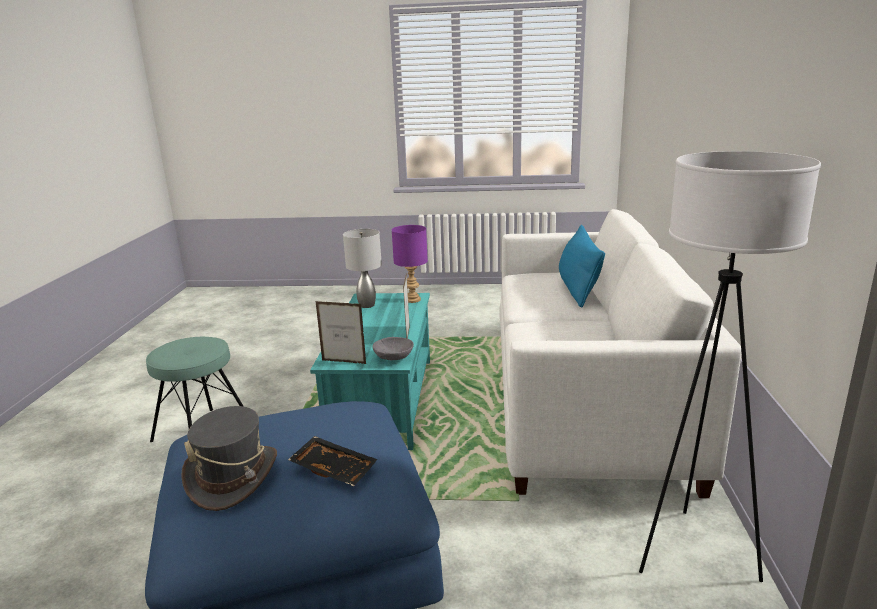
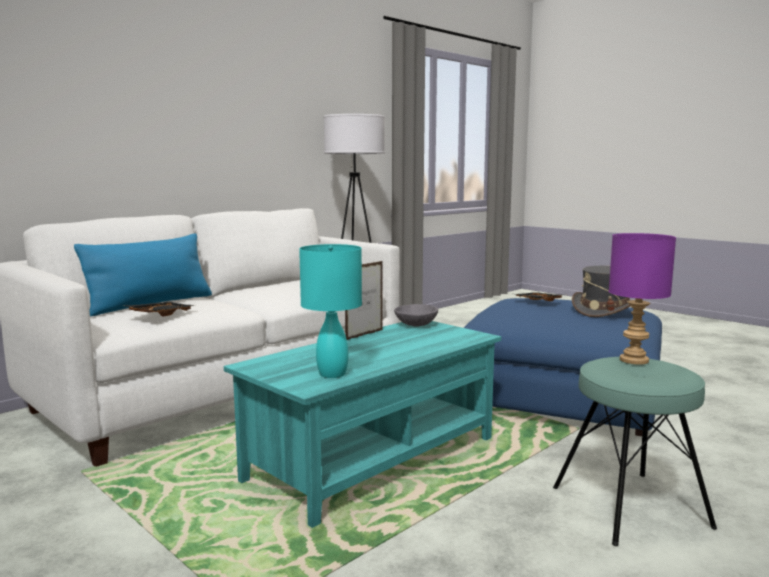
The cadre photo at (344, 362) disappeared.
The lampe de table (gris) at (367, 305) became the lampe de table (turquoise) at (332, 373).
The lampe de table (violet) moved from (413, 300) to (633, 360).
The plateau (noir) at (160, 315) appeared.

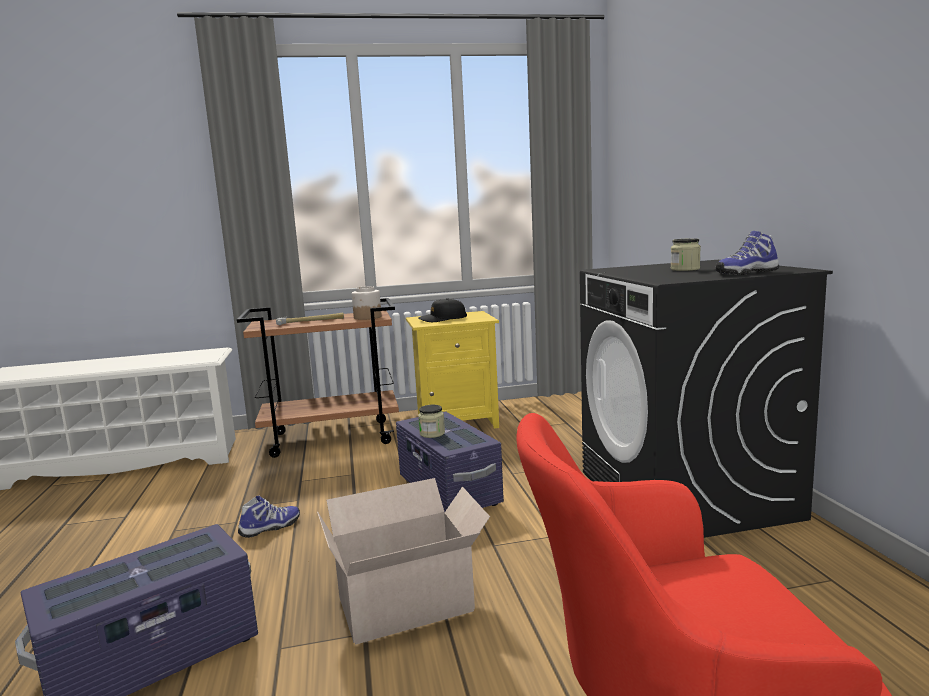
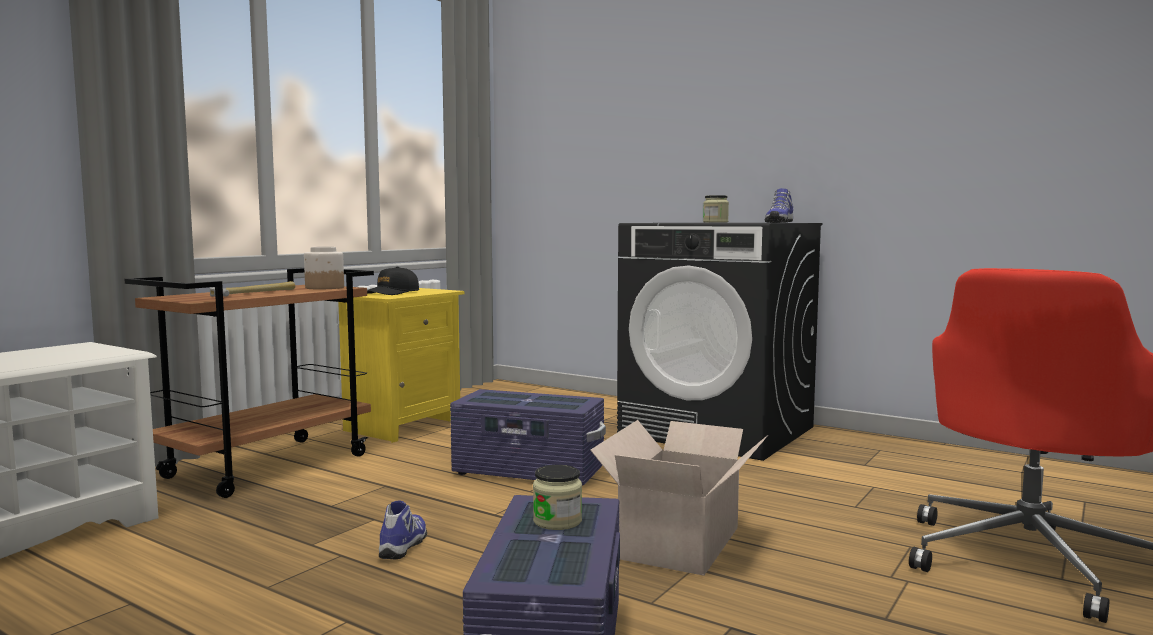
The bocal moved from (432, 433) to (557, 521).

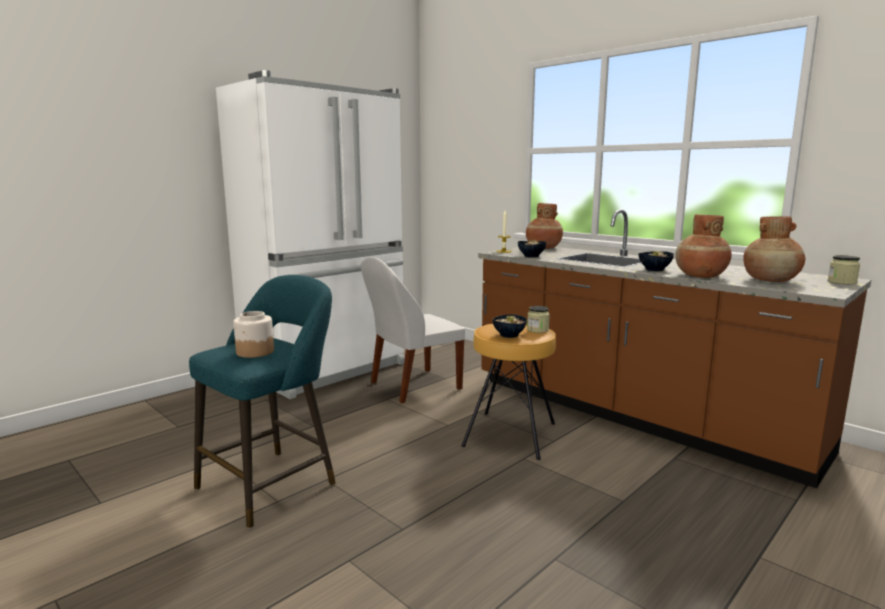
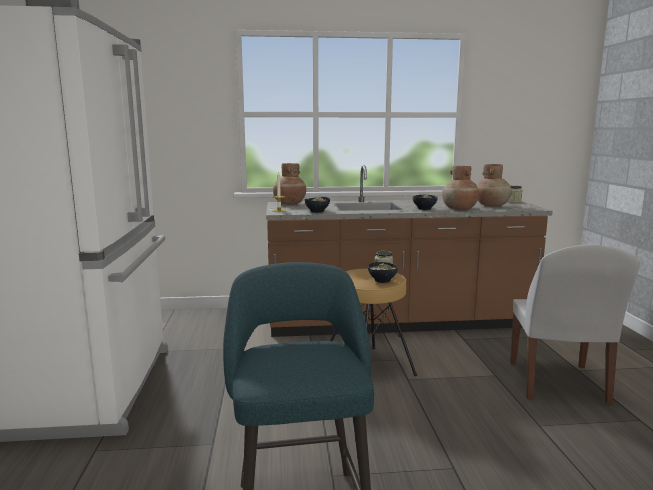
The bocal at (254, 352) disappeared.
The chaise (blanc) moved from (413, 386) to (557, 384).

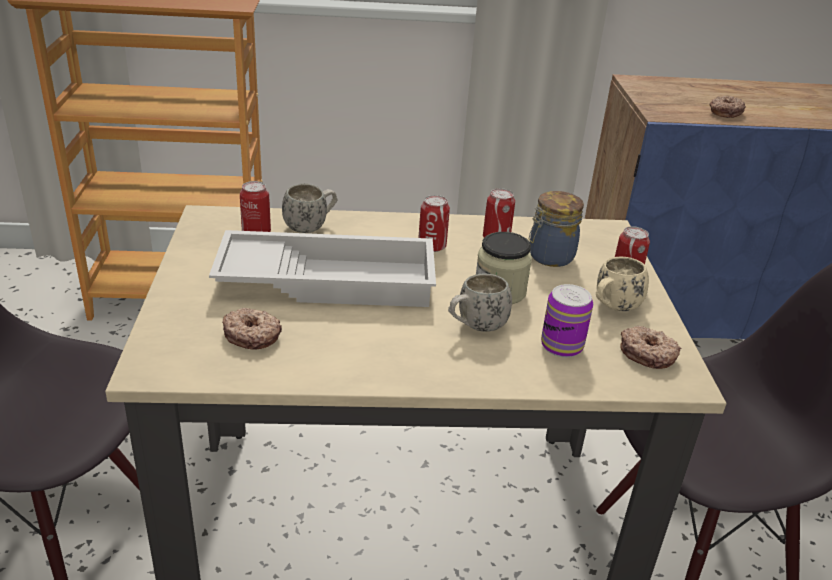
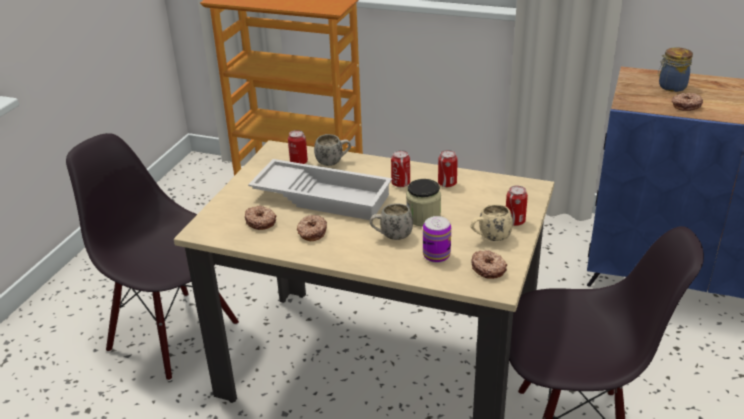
The bocal moved from (549, 257) to (671, 87).
The beignet at (311, 232) appeared.

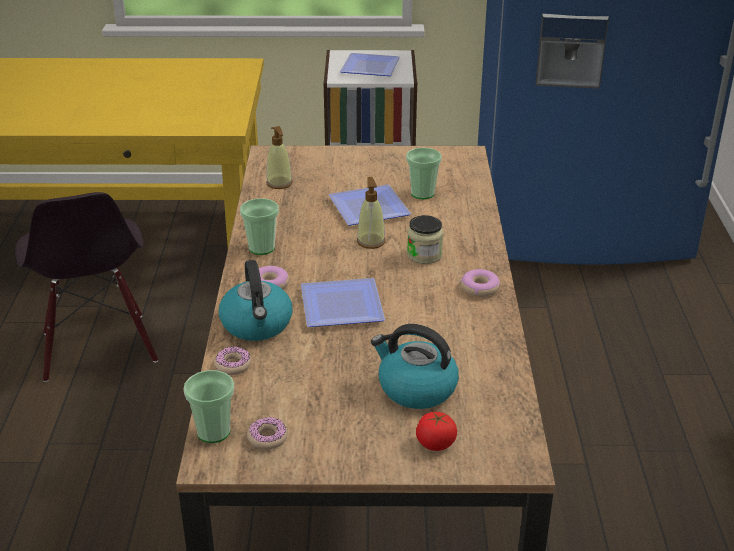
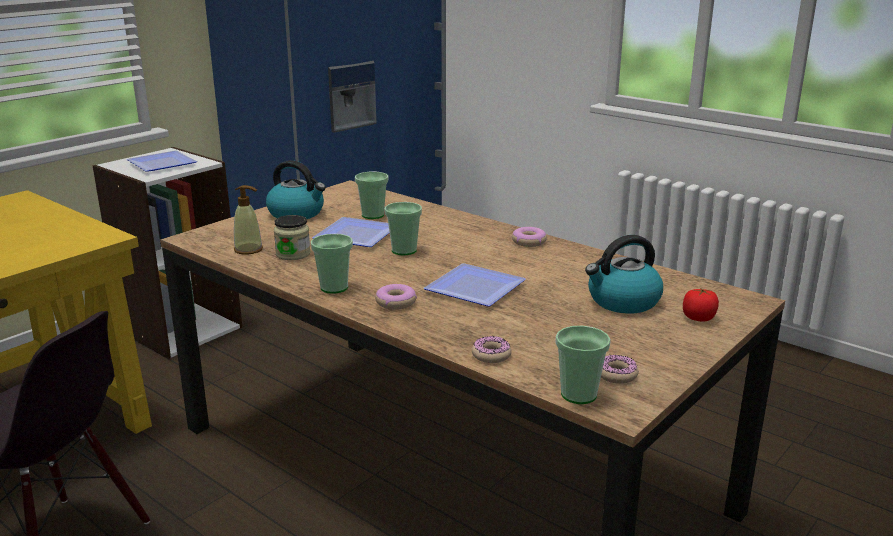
The bouilloire moved from (257, 325) to (297, 213).
The distributeur de savon at (371, 241) was replaced by the tasse at (404, 250).
The bocal moved from (424, 255) to (293, 254).

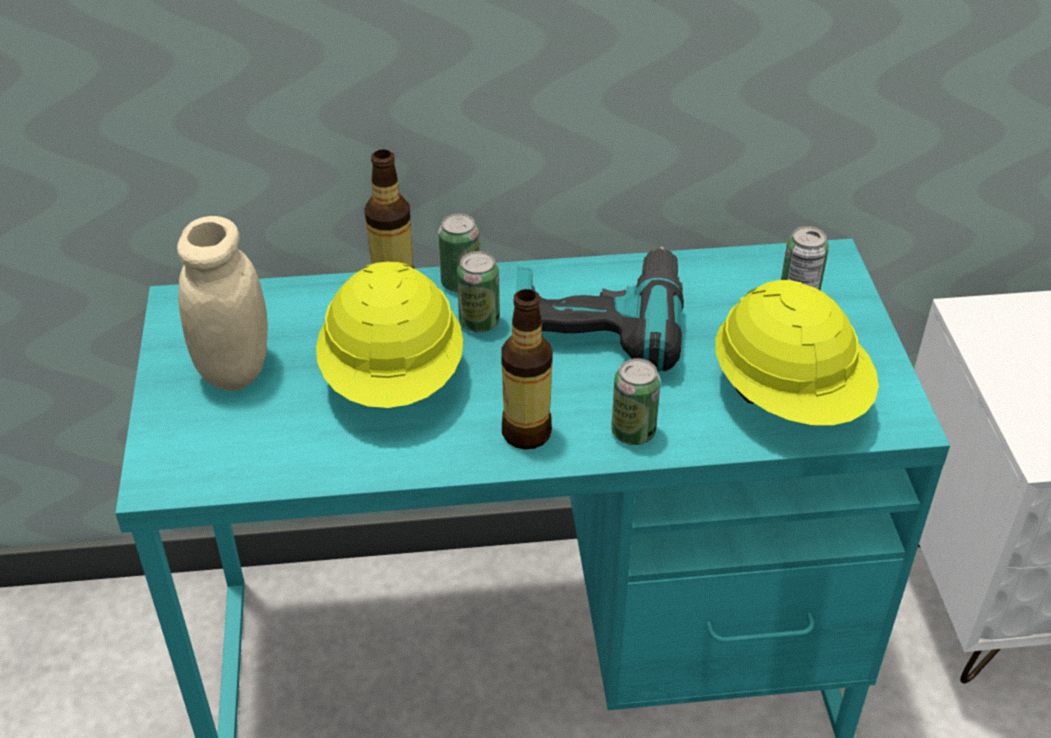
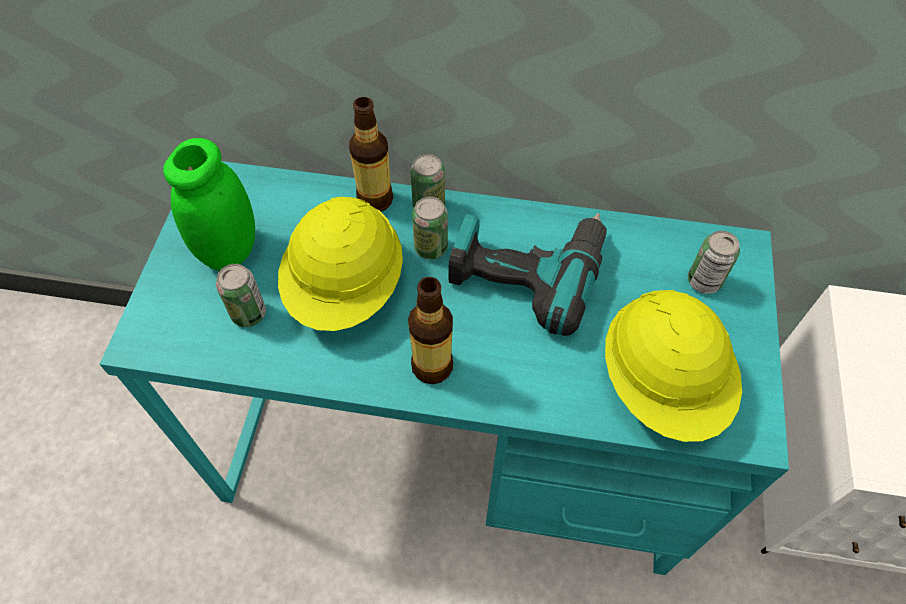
The bocal (beige) at (235, 369) became the bocal (vert) at (230, 250).
The boîte métallique moved from (633, 432) to (249, 314).

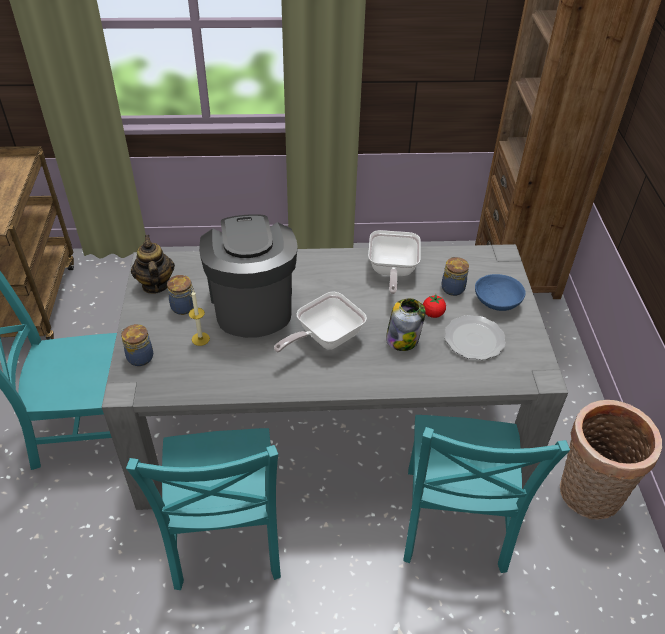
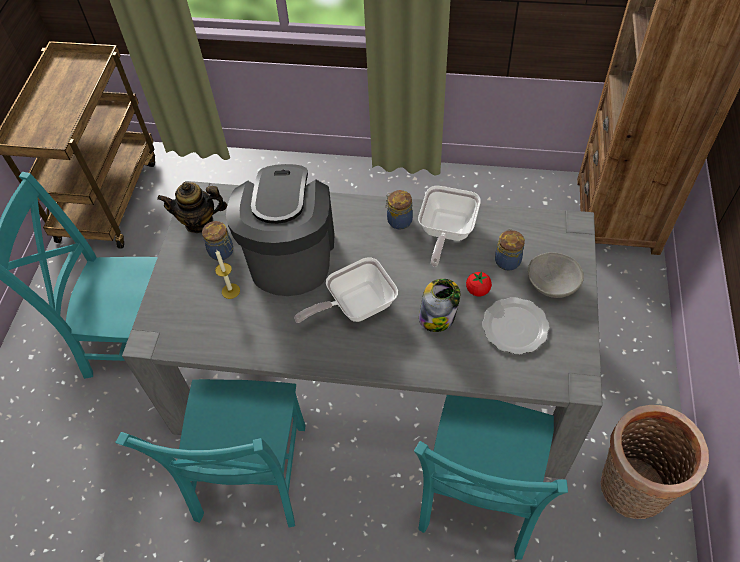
The bocal moved from (139, 357) to (398, 220).
The théière at (155, 284) turned 90 degrees counterclockwise.
The bol (bleu) at (497, 302) became the bol (gris) at (552, 284).

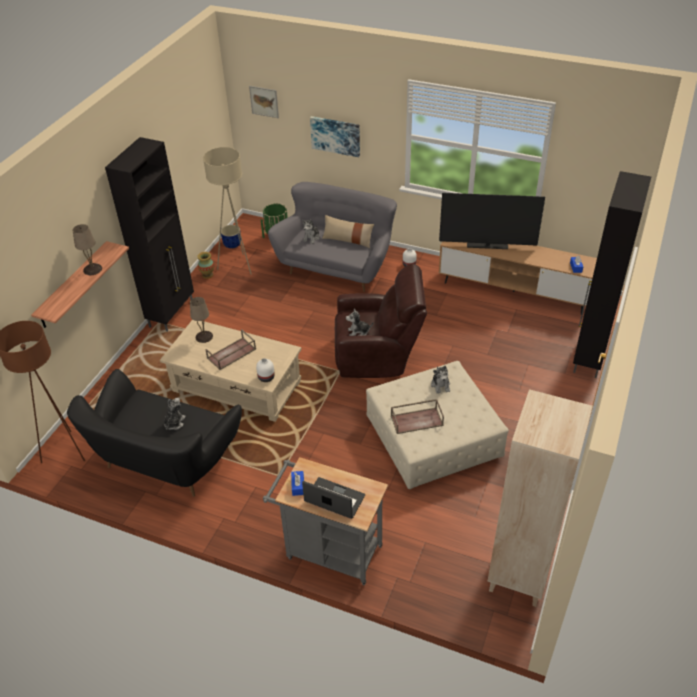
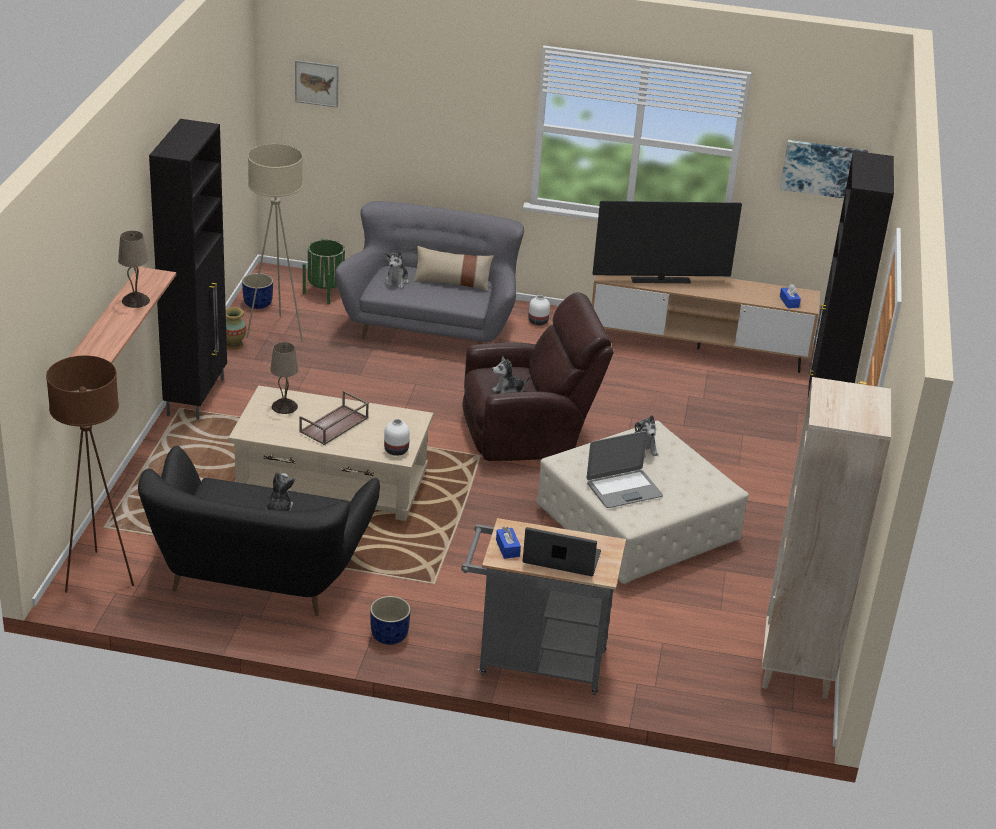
The tableau moved from (335, 135) to (823, 169).
The plateau (marron) at (417, 420) was replaced by the ordinateur portable at (623, 489).
The cache-pot (bleu) at (388, 635) appeared.

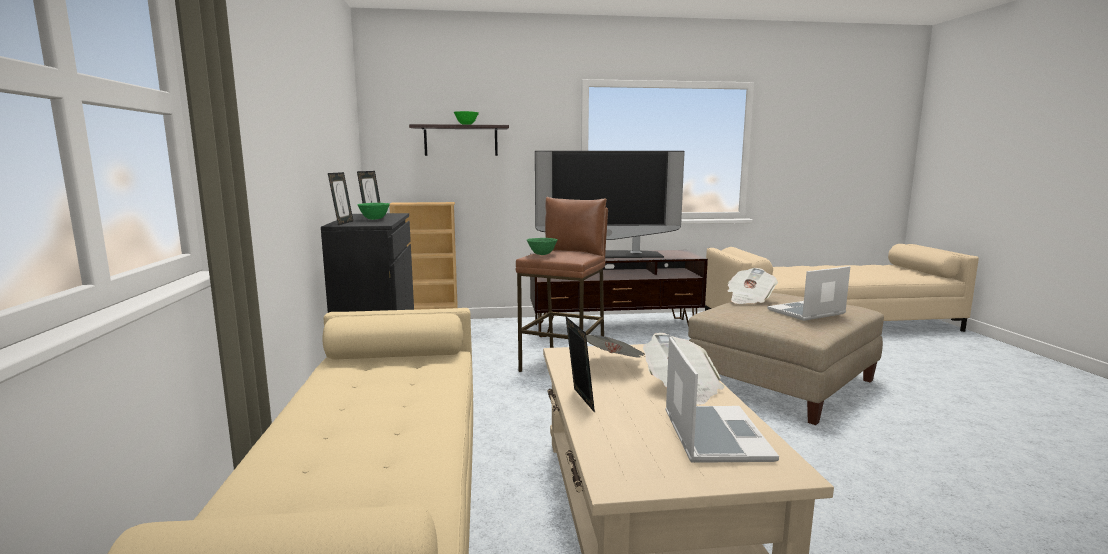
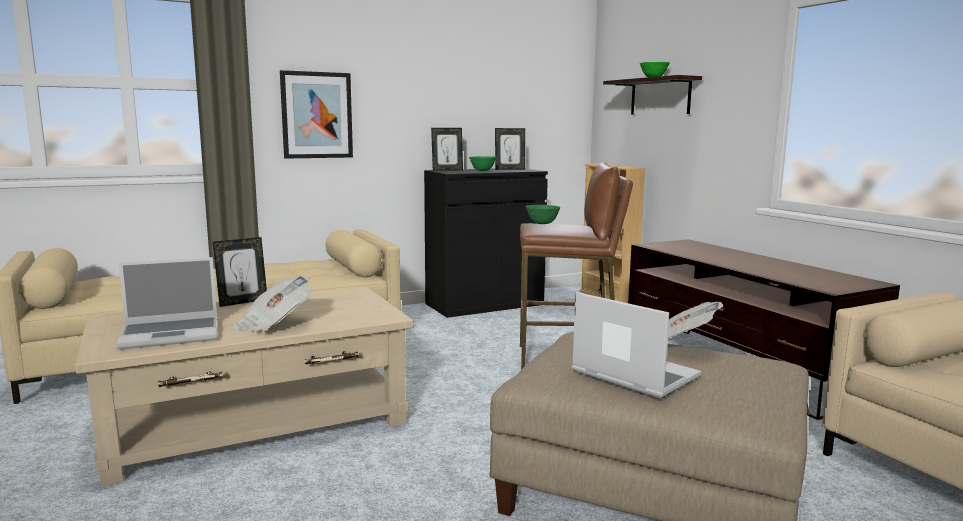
The téléviseur at (606, 255) disappeared.
The journal at (613, 365) disappeared.
The tableau at (317, 115) appeared.

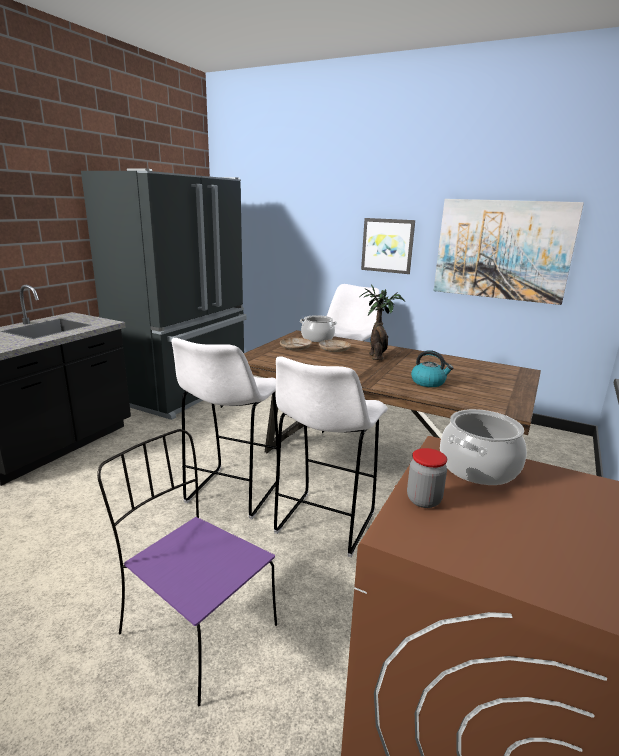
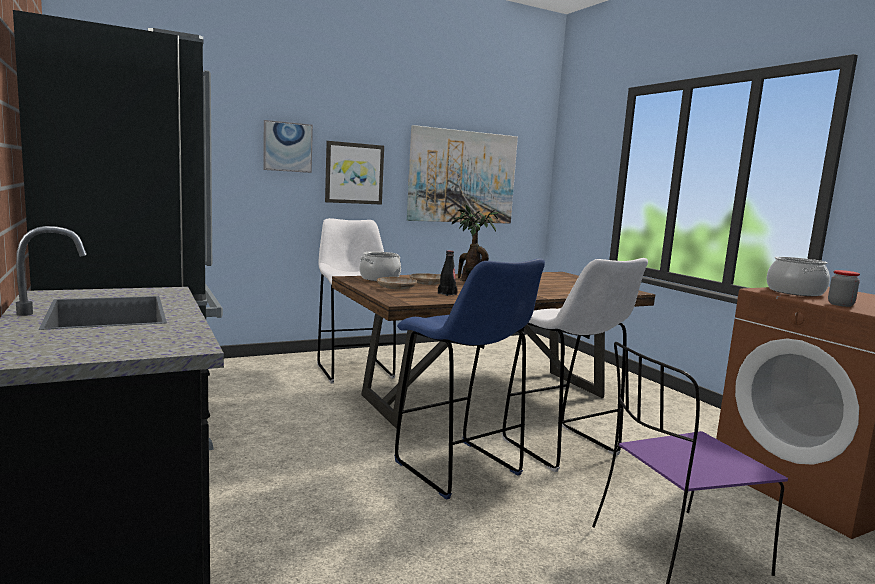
The tabouret (blanc) at (231, 494) became the tabouret (bleu) at (459, 470).
The bouilloire at (428, 382) disappeared.
The tableau at (287, 147) appeared.
The bouteille (noir) at (447, 294) appeared.

